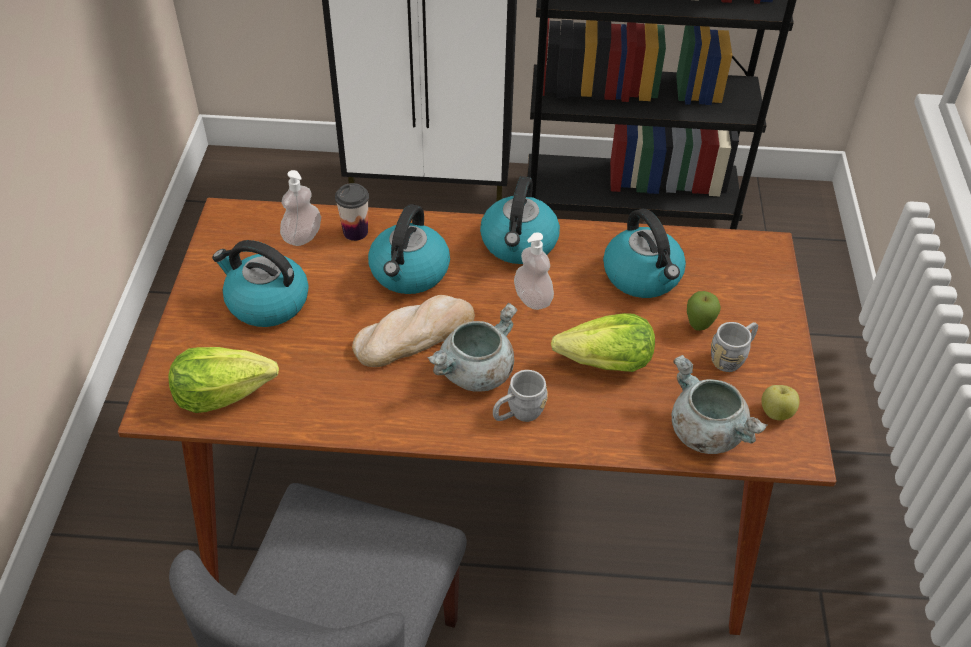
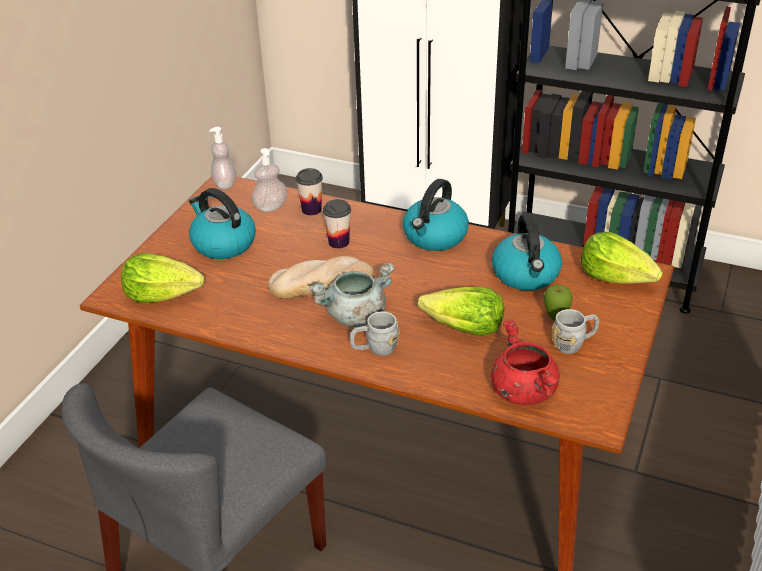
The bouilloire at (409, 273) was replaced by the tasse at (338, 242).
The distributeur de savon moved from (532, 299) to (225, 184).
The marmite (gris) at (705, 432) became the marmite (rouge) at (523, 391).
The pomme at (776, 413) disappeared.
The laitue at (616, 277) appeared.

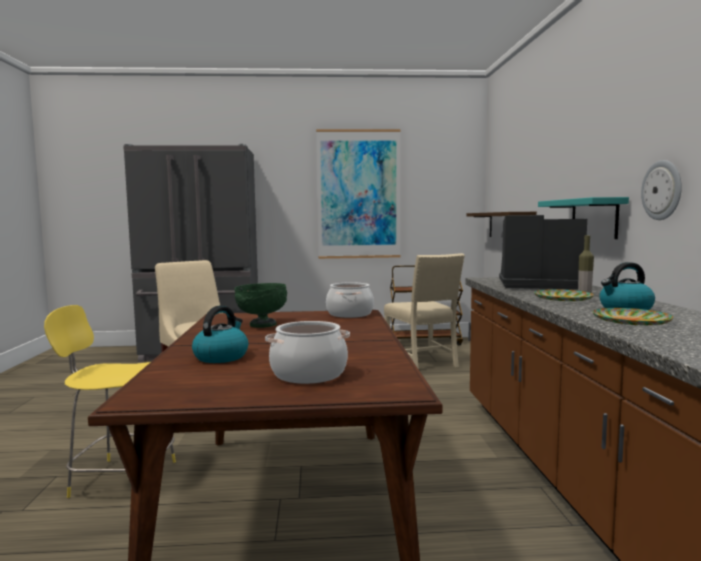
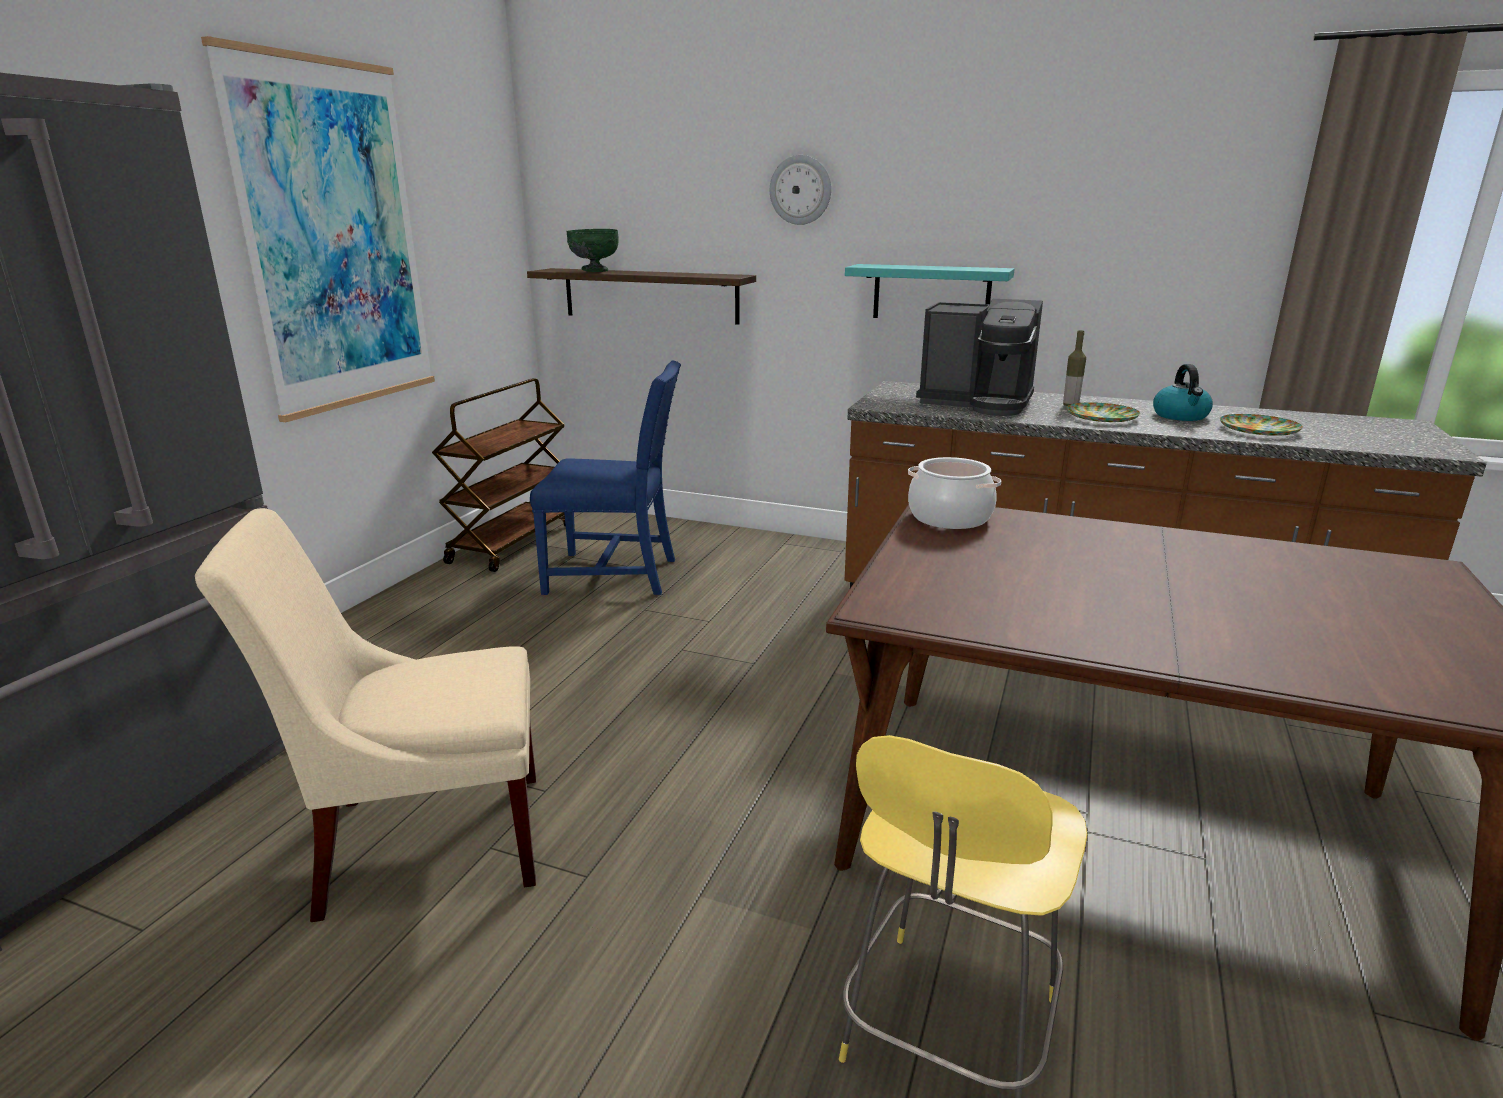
The bouilloire at (221, 357) disappeared.
The bol (vert) moved from (262, 325) to (594, 271).
The marmite at (309, 374) disappeared.
The chaise (beige) at (423, 362) became the chaise (bleu) at (616, 575).
The machine à café at (537, 285) turned 105 degrees counterclockwise.
The horloge murale moved from (662, 190) to (800, 190).

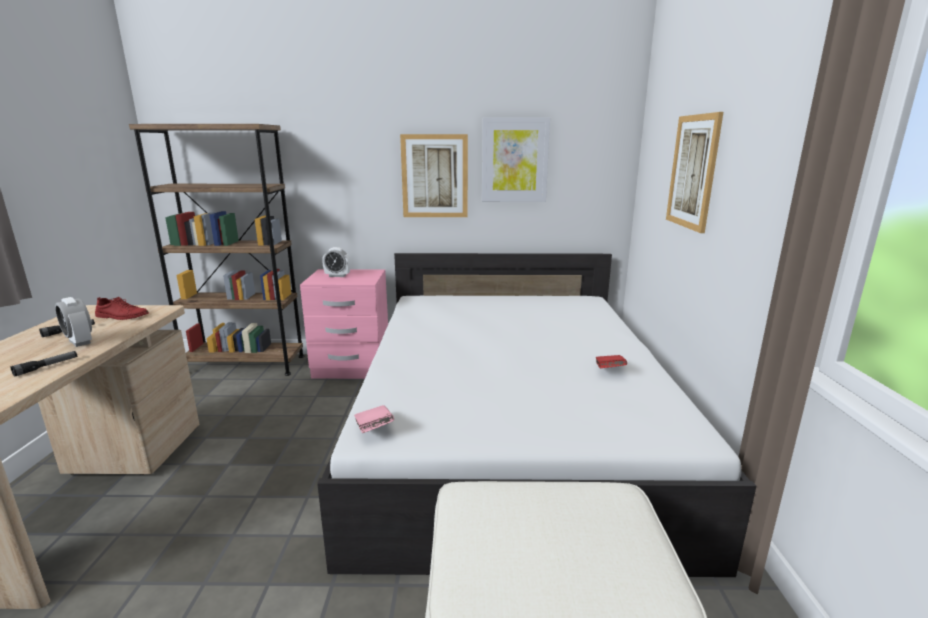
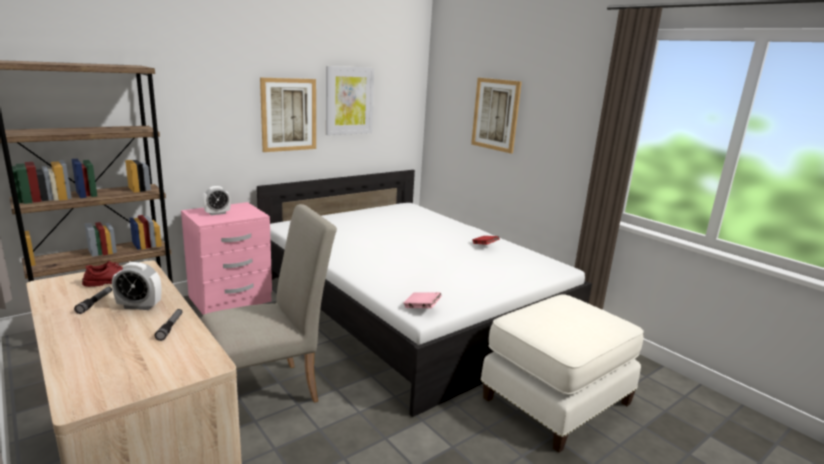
The chaise (beige) at (272, 392) appeared.

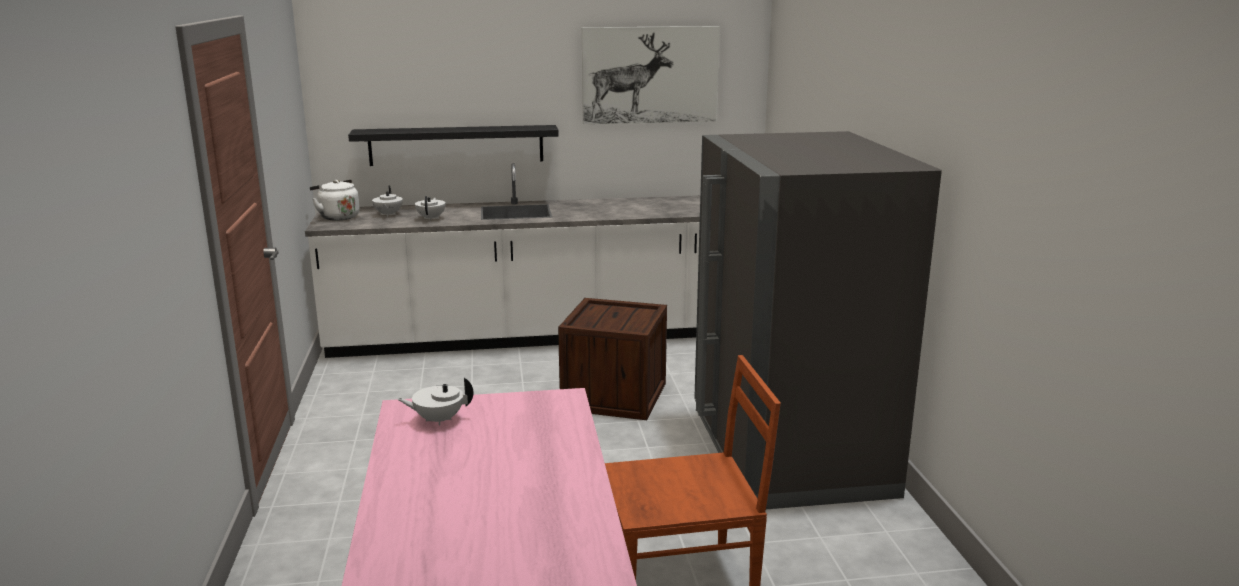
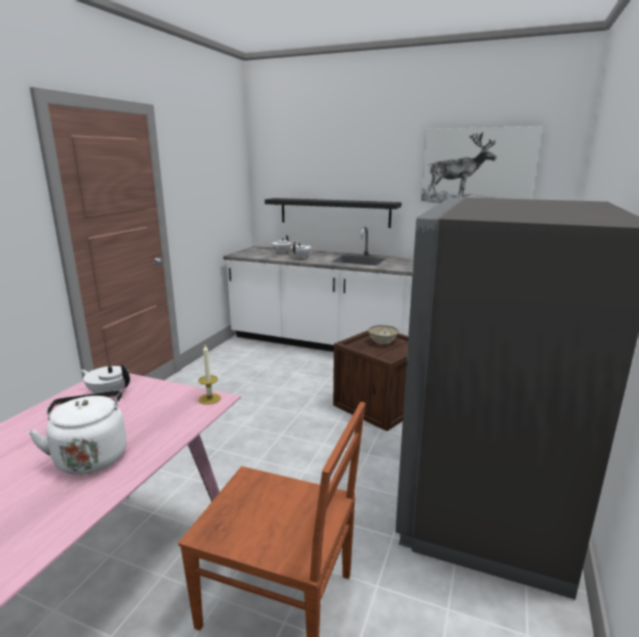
The bouilloire (blanc) moved from (337, 217) to (91, 456).
The bougie at (209, 399) appeared.
The bol at (382, 342) appeared.

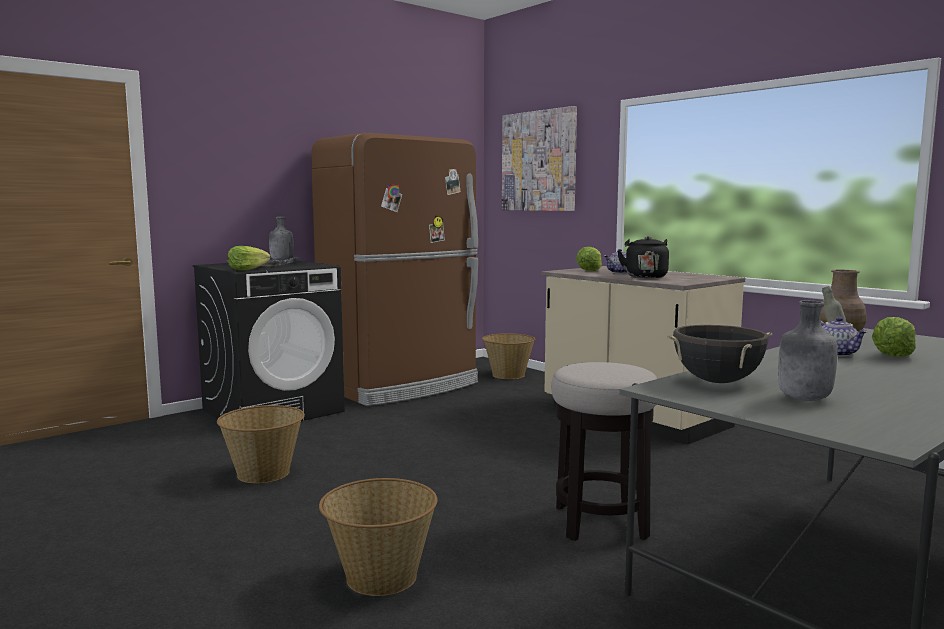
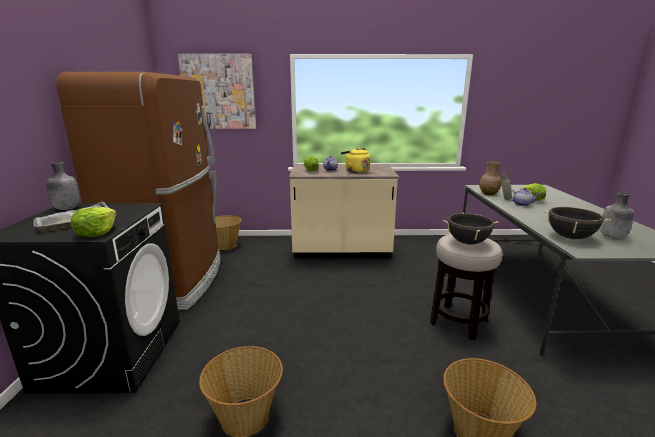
The bouilloire (noir) at (645, 276) became the bouilloire (jaune) at (355, 171).
The marmite (noir) at (467, 242) appeared.

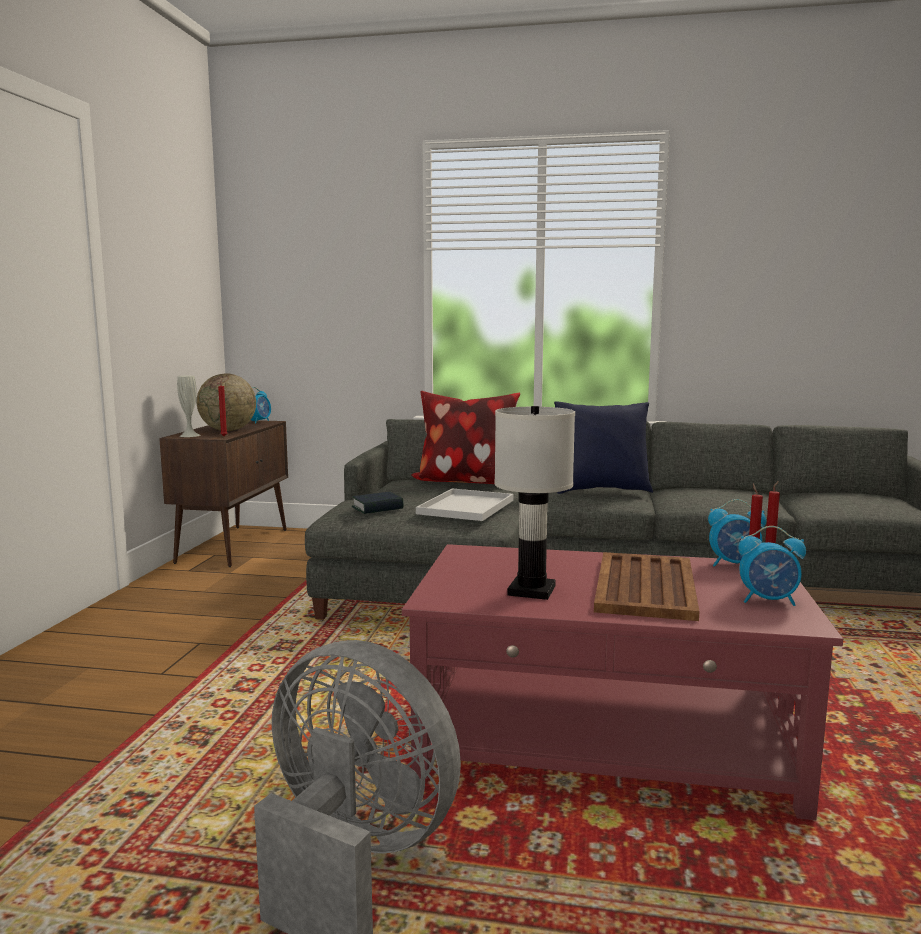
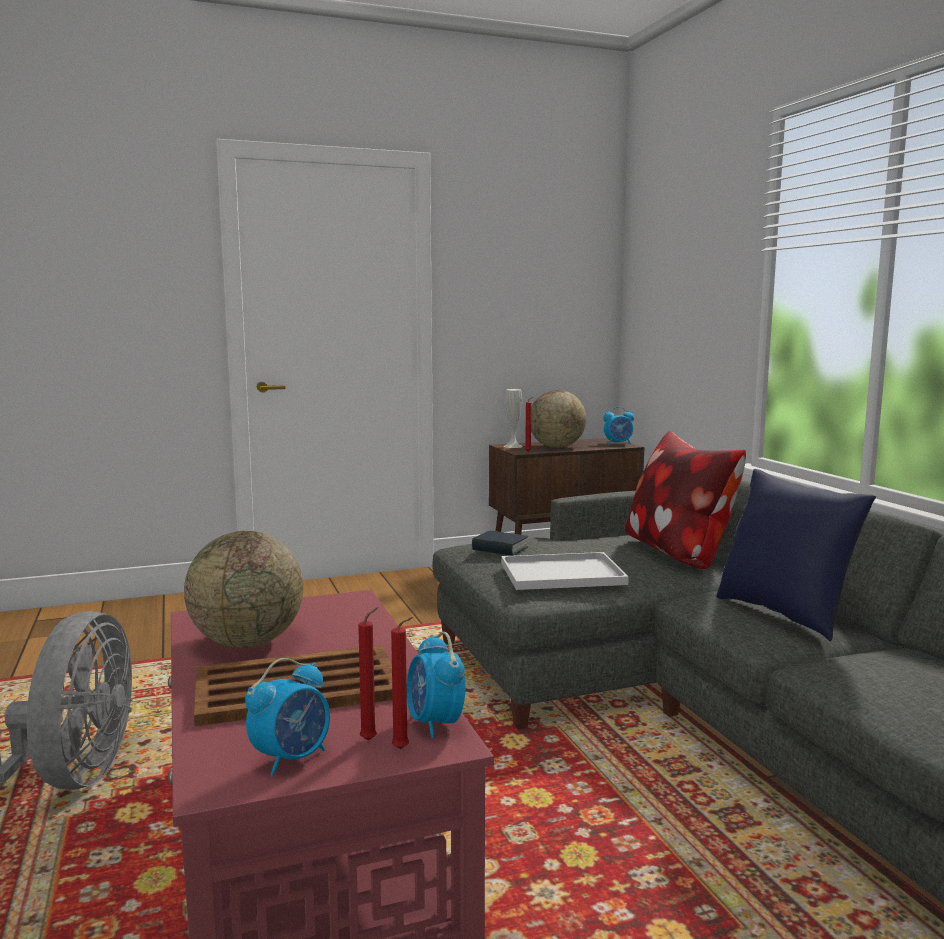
The lampe de table (blanc) at (531, 590) was replaced by the globe at (247, 642).
The réveil at (768, 601) turned 120 degrees counterclockwise.

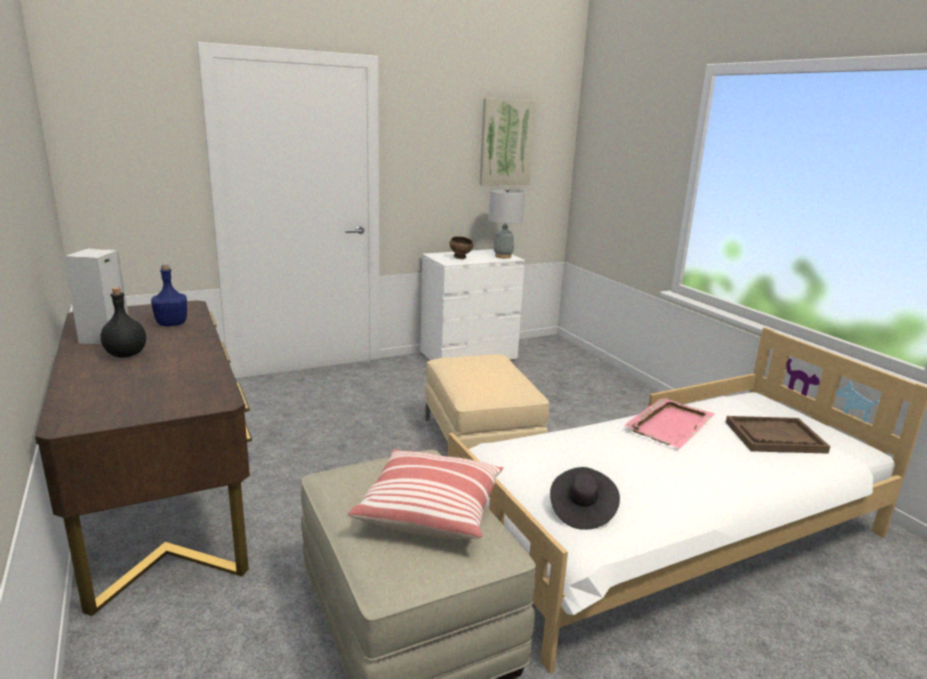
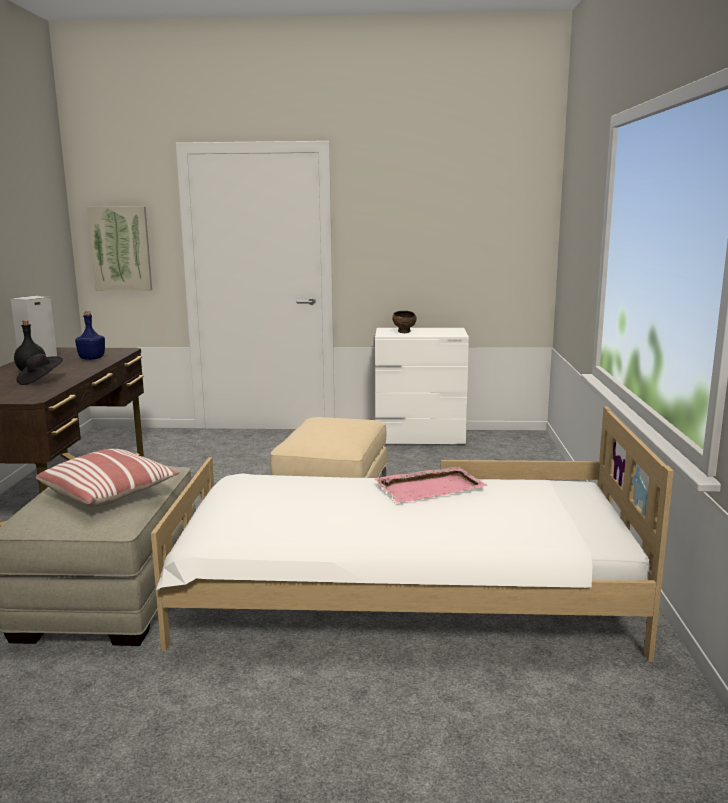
The tableau moved from (506, 142) to (121, 249).
The lampe de table (gris) at (503, 256) disappeared.
The chapeau (noir) moved from (581, 511) to (40, 380).
The plateau (marron) at (774, 437) disappeared.

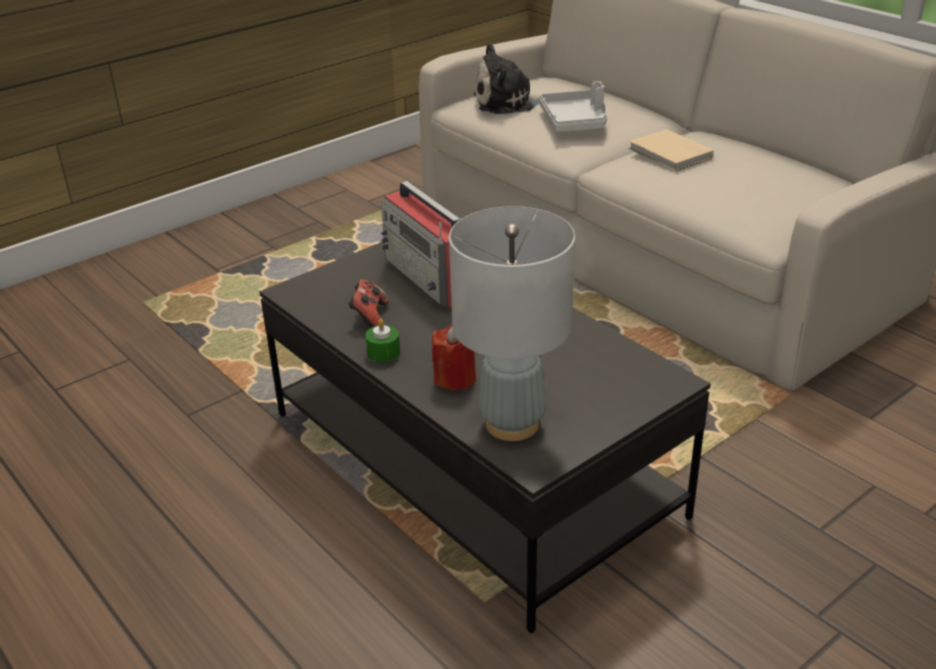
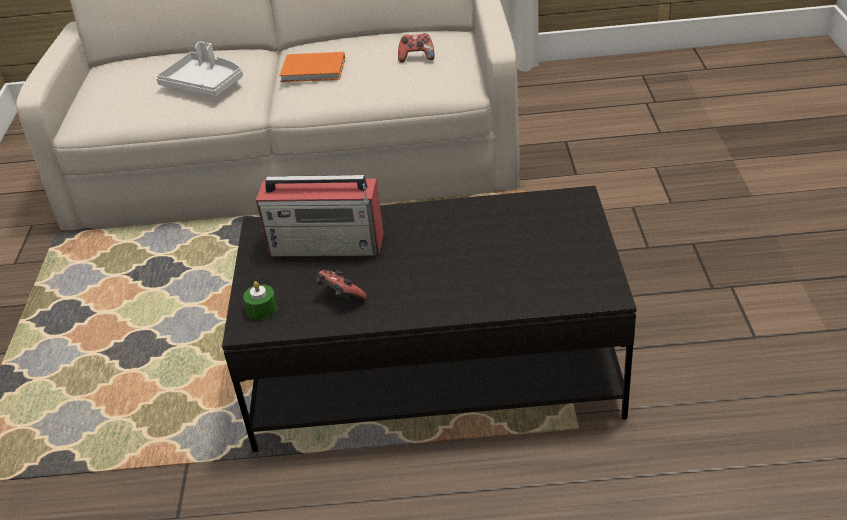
The bougie (vert) moved from (383, 352) to (262, 309).
The bougie (rouge) at (455, 378) disappeared.
The lampe de table (gris) at (511, 423) disappeared.
The peluche at (508, 103) disappeared.
The livre (beige) at (670, 154) became the livre (orange) at (314, 70).
The manette at (416, 57) appeared.

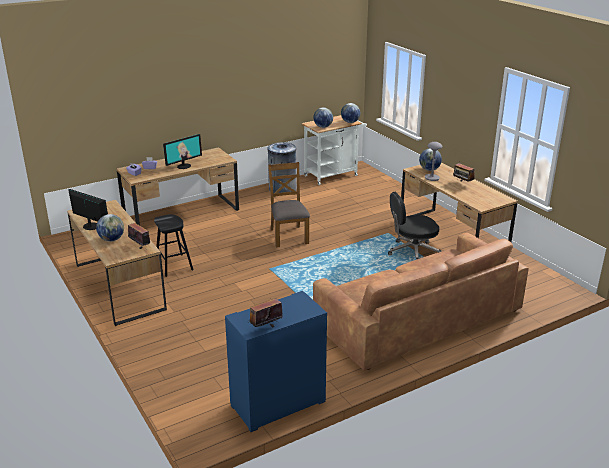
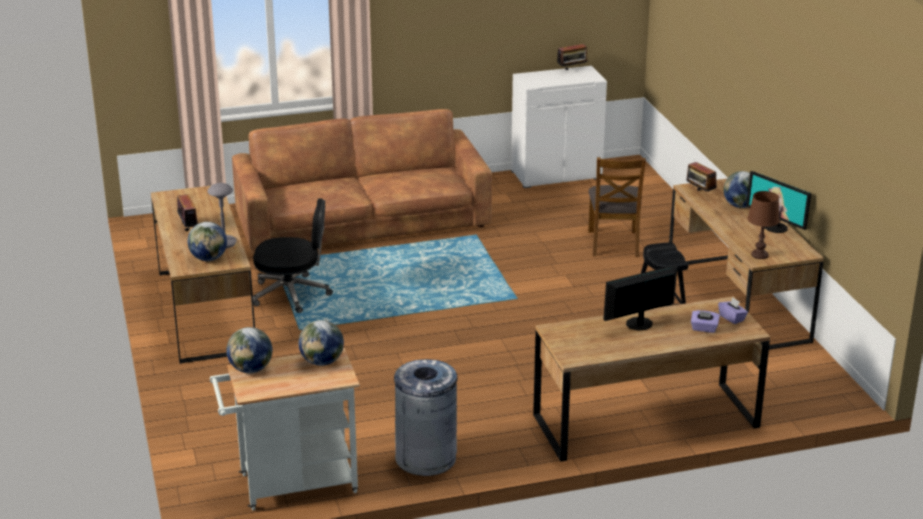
The meuble de rangement (bleu) at (278, 404) became the meuble de rangement (blanc) at (556, 174).
The chaise (marron) moved from (288, 236) to (614, 243).
The lampe de table (marron) at (760, 255) appeared.

